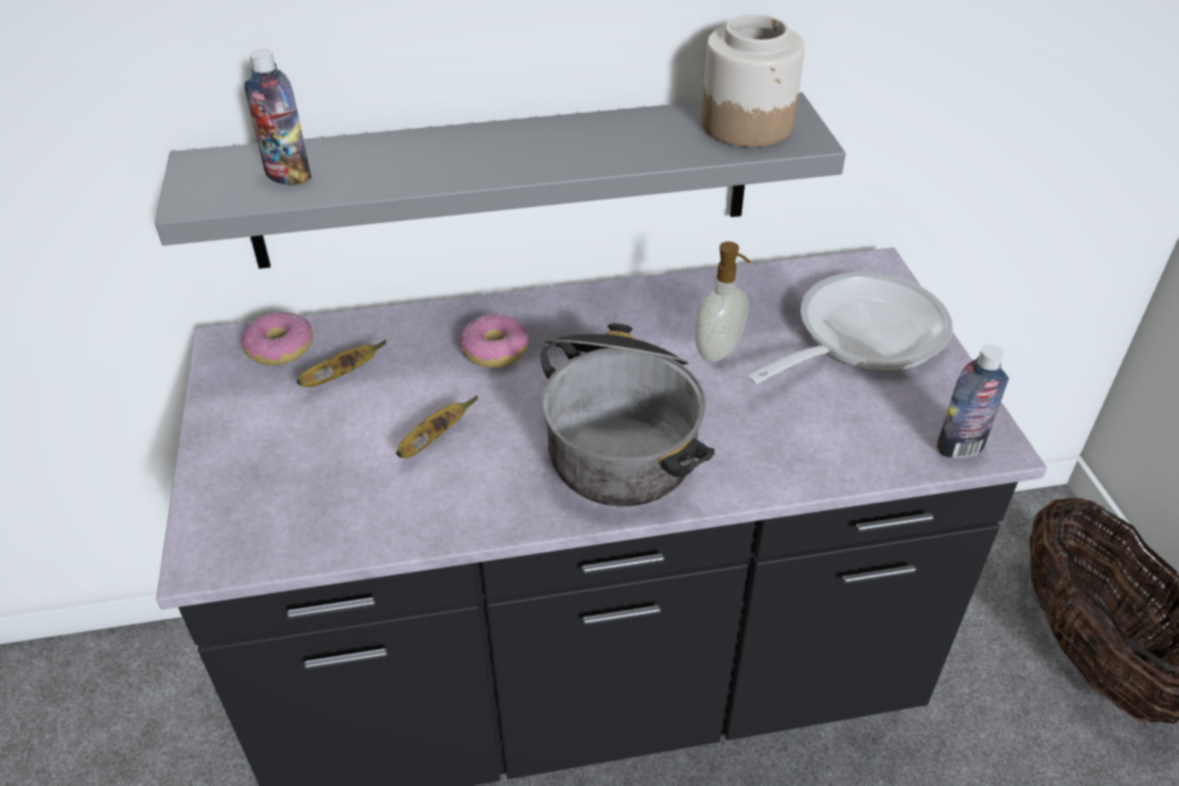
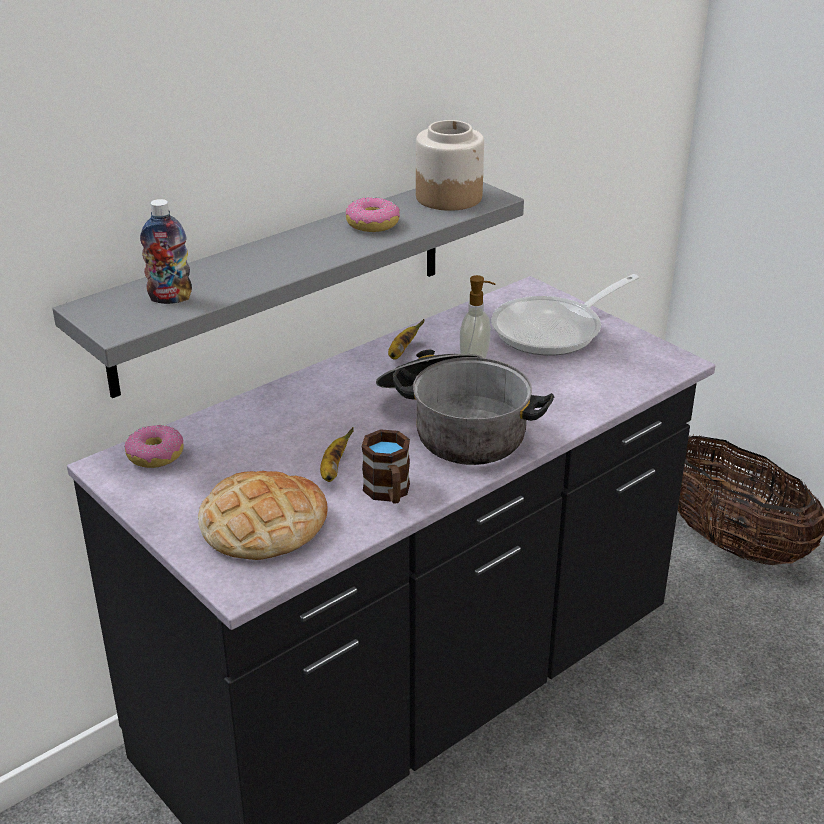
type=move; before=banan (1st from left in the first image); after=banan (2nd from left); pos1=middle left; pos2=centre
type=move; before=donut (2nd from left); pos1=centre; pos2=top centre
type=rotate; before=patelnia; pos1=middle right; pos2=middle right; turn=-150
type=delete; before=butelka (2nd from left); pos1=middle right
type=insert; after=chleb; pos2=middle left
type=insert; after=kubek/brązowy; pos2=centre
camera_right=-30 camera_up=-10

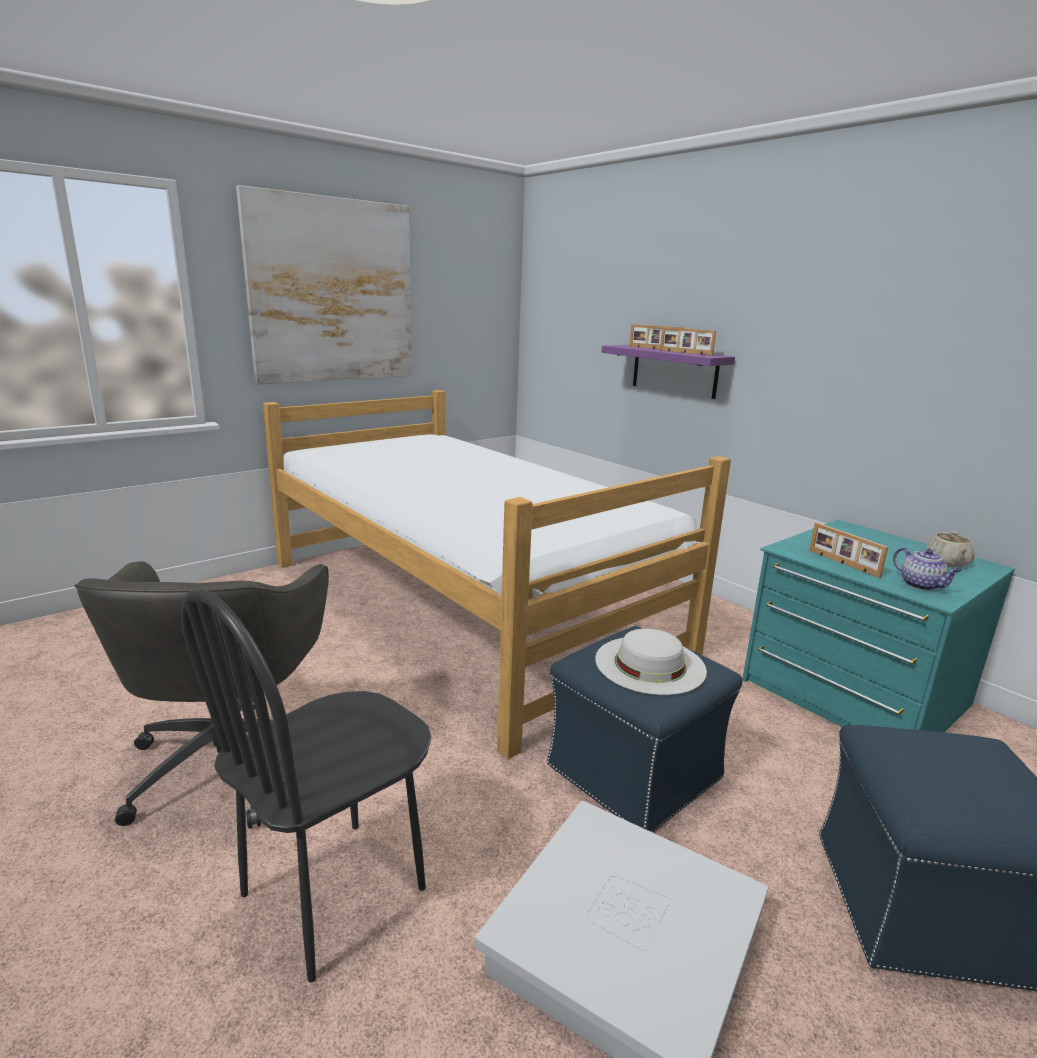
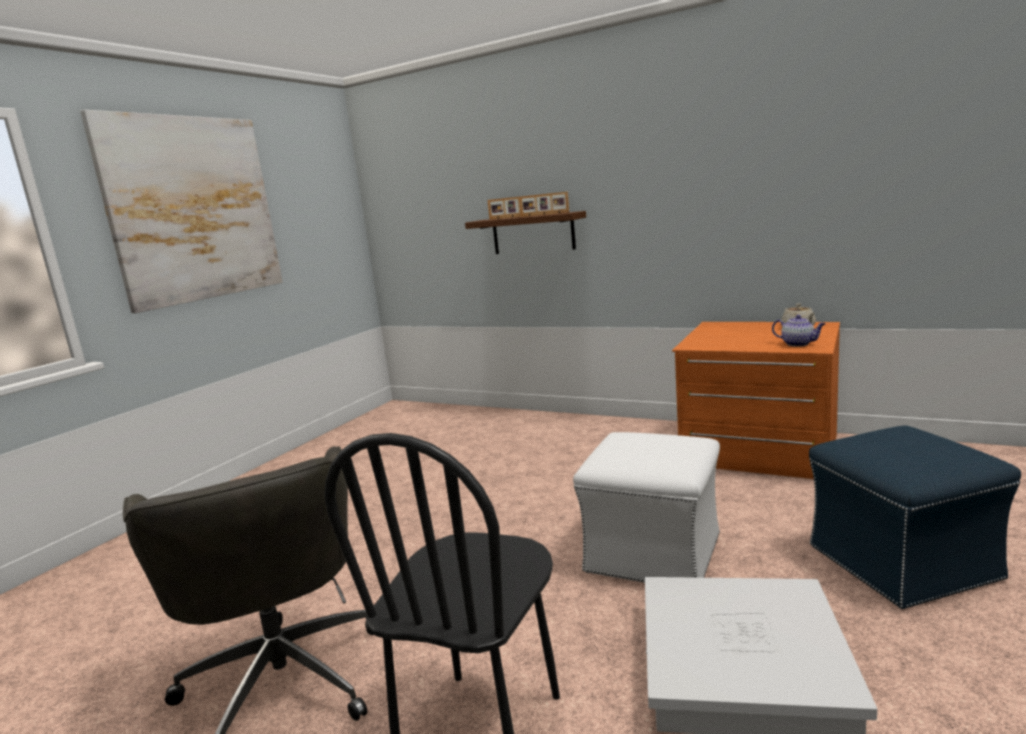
type=delete; before=łóżko; pos1=centre
type=recolor; before=pufa/niebieski (1st from left); after=pufa/biały; pos1=bottom centre; pos2=bottom centre
type=delete; before=kapelusz/biały; pos1=centre
type=recolor; before=półka/fioletowy; after=półka/brązowy; pos1=centre; pos2=top centre
type=recolor; before=komoda/turkusowy; after=komoda/pomarańczowy; pos1=middle right; pos2=middle right
type=delete; before=ramka na zdjęcie (3rd from left); pos1=middle right
camera_right=-20 camera_up=-5

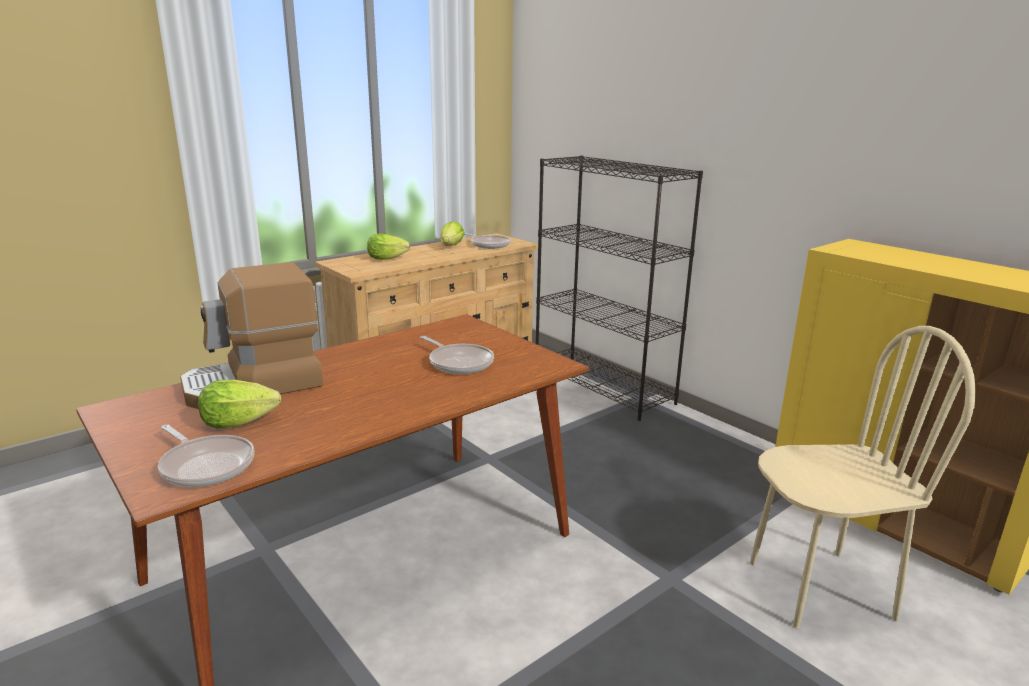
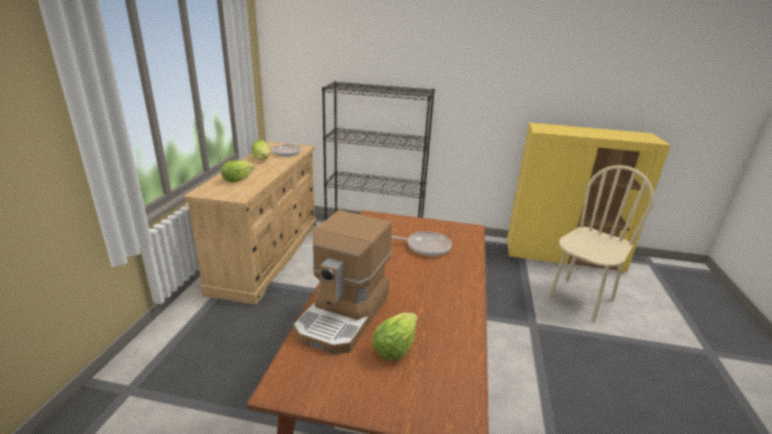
type=delete; before=patelnia (1st from left); pos1=middle left
camera_right=-40 camera_up=5

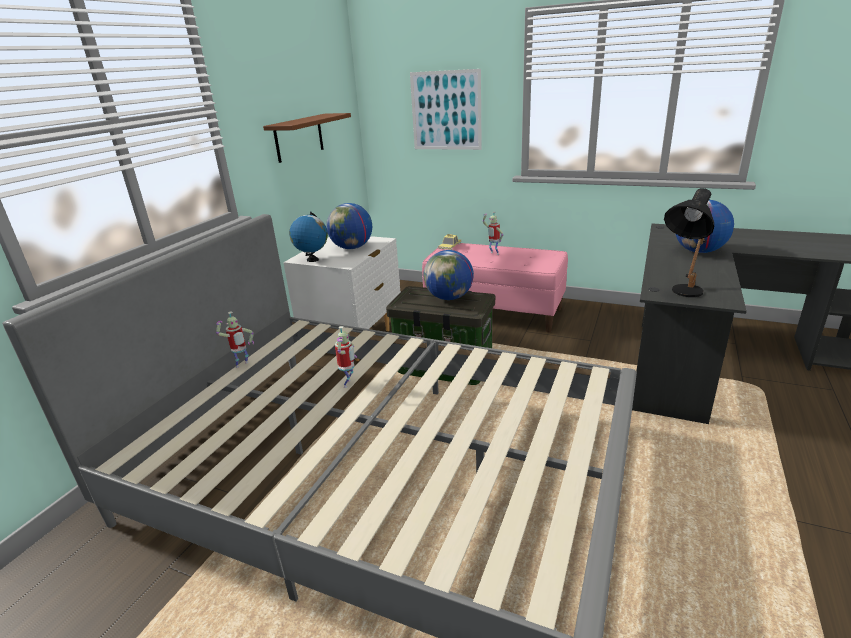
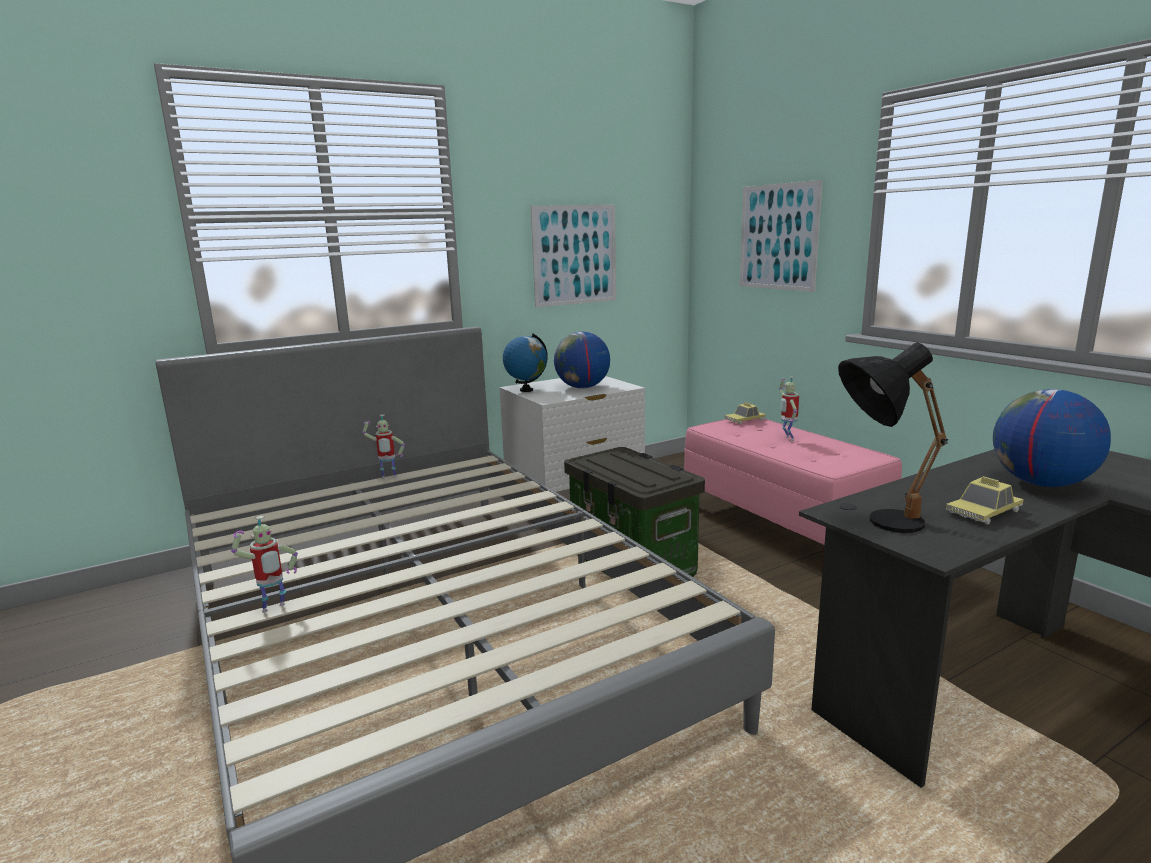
type=replace; before=półka/brązowy; after=obraz (1st from left); pos1=top centre; pos2=top centre
type=move; before=robot zabawkowy (2nd from left in the first image); after=robot zabawkowy (1st from left); pos1=centre; pos2=middle left
type=delete; before=globus (3rd from left); pos1=centre
type=insert; after=samochodzik (2nd from left); pos2=middle right
camera_right=35 camera_up=-10

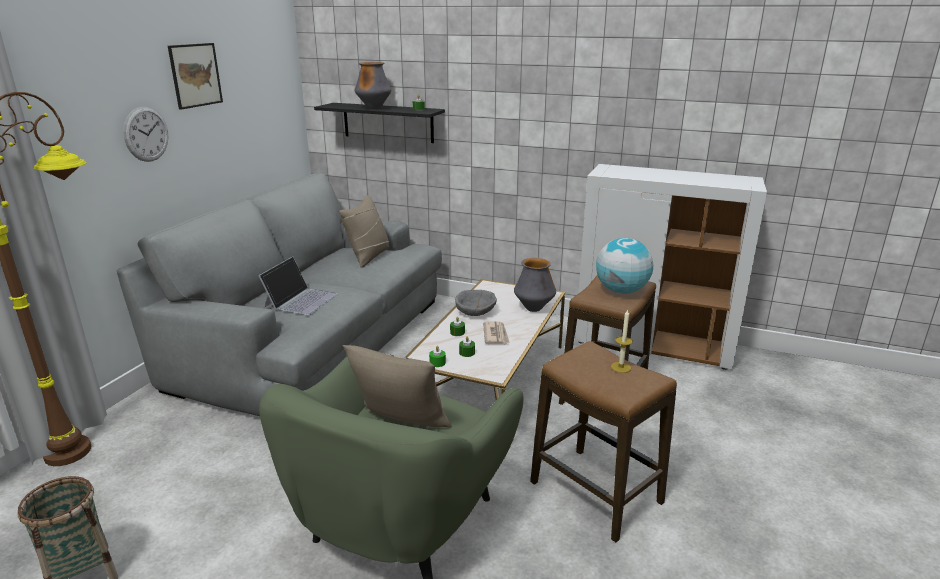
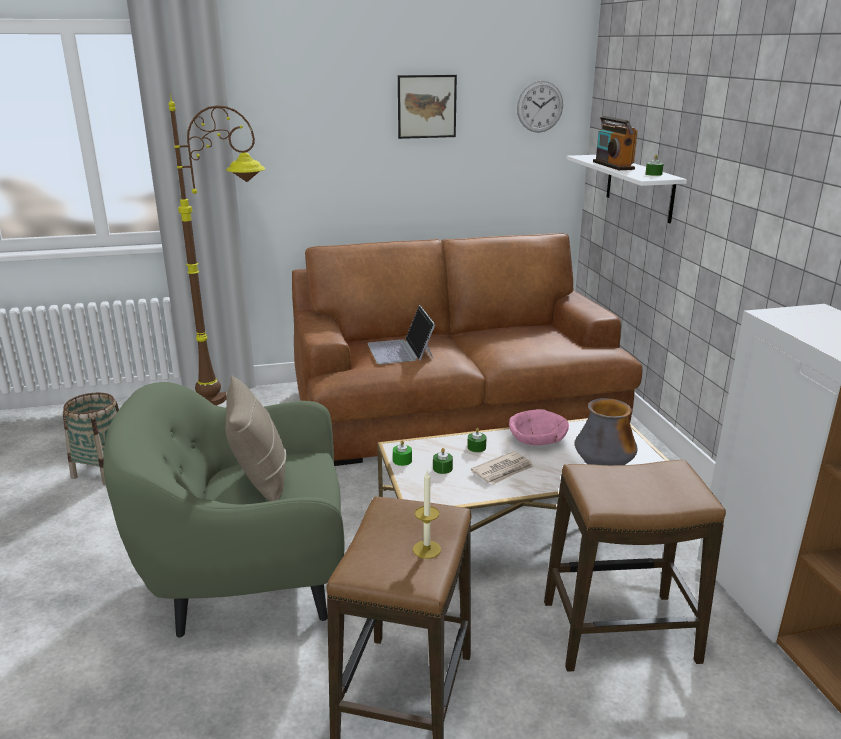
type=recolor; before=kanapa/szary; after=kanapa/brązowy; pos1=middle left; pos2=centre
type=move; before=zegar ścienny; pos1=top left; pos2=top centre
type=rotate; before=laptop; pos1=middle left; pos2=centre; turn=90
type=recolor; before=półka/czarny; after=półka/biały; pos1=top centre; pos2=top right
type=delete; before=poduszka/beżowy (1st from left); pos1=centre
type=replace; before=wazon (1st from left); after=radio; pos1=top centre; pos2=top right
type=recolor; before=miska/szary; after=miska/różowy; pos1=centre; pos2=centre
type=delete; before=globus; pos1=centre
camera_right=55 camera_up=0

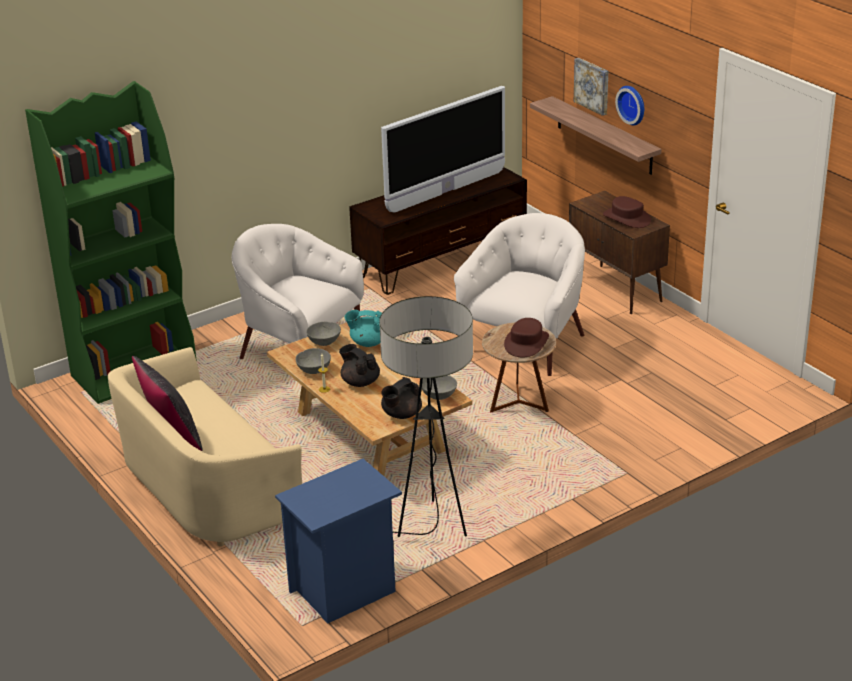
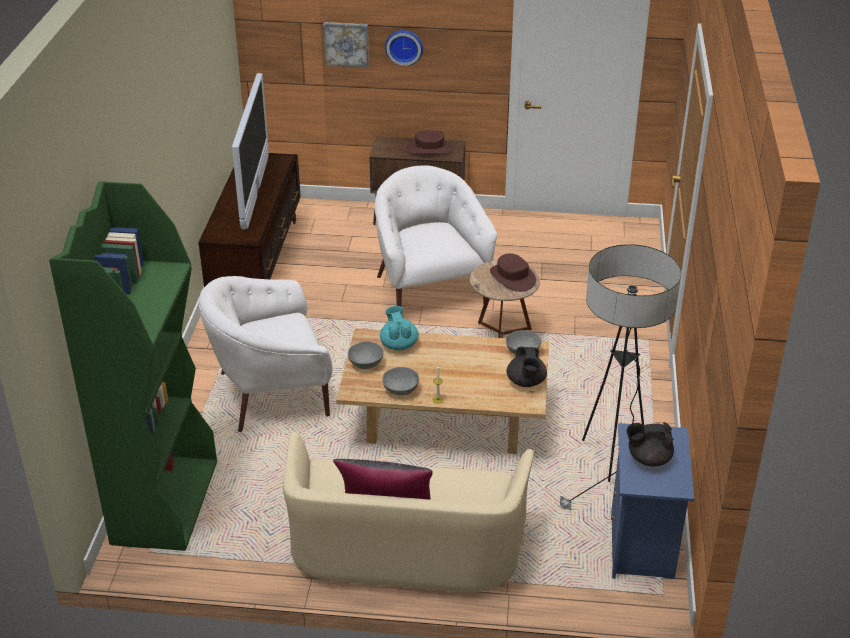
type=move; before=imbryk/czarny (1st from left in the first image); after=imbryk/czarny (2nd from left); pos1=centre; pos2=bottom right
type=rotate; before=imbryk/turkusowy; pos1=centre; pos2=centre; turn=120
type=delete; before=półka; pos1=top right
camera_right=-50 camera_up=5

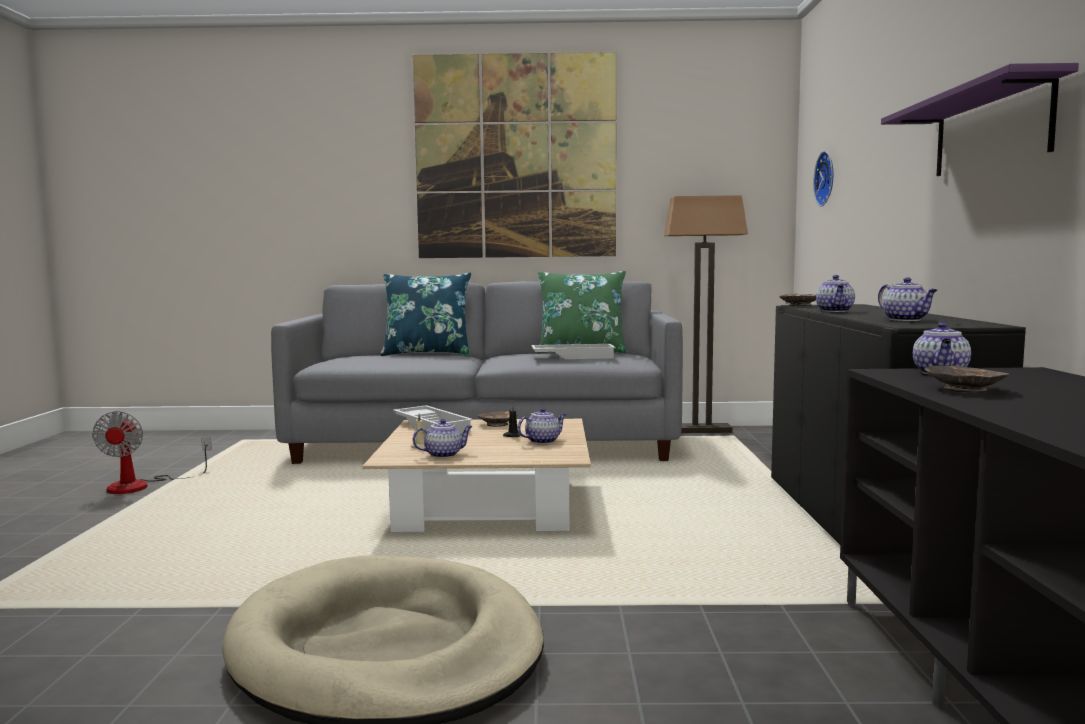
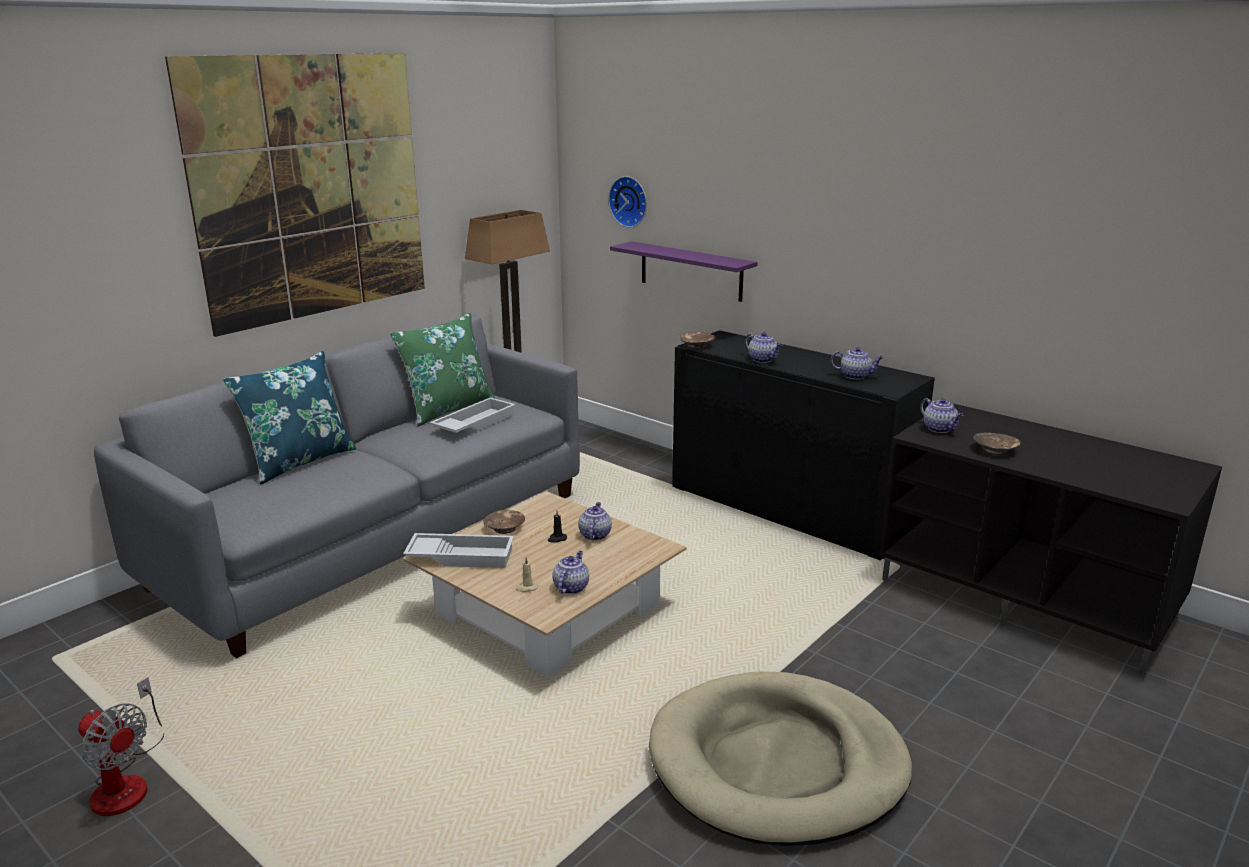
type=move; before=półka/fioletowy; pos1=top right; pos2=top centre
camera_right=-50 camera_up=15

